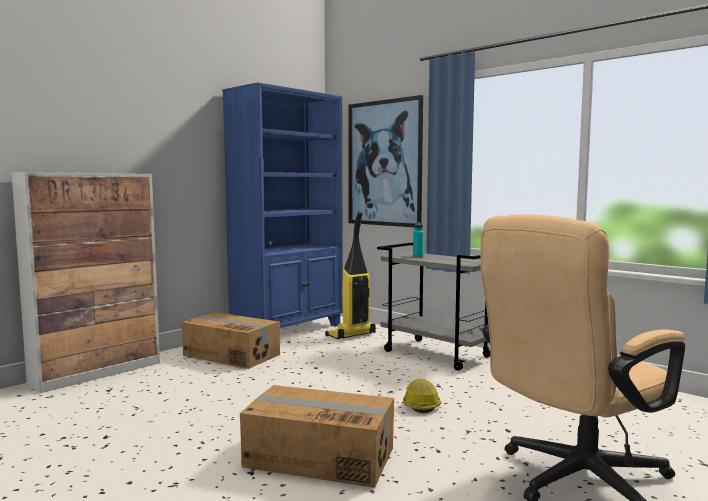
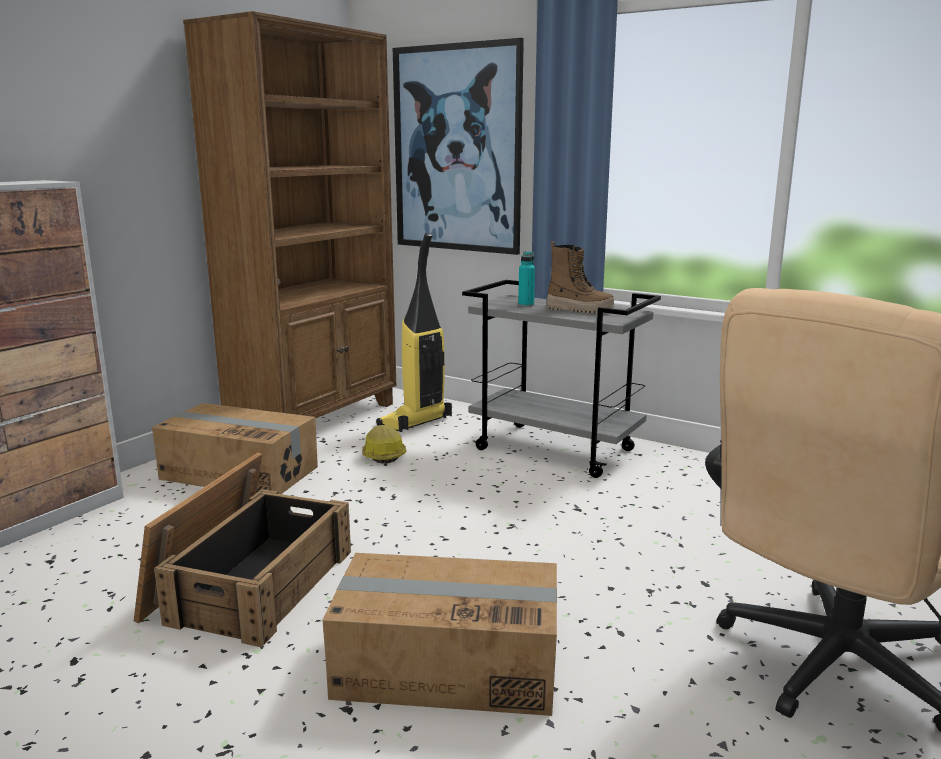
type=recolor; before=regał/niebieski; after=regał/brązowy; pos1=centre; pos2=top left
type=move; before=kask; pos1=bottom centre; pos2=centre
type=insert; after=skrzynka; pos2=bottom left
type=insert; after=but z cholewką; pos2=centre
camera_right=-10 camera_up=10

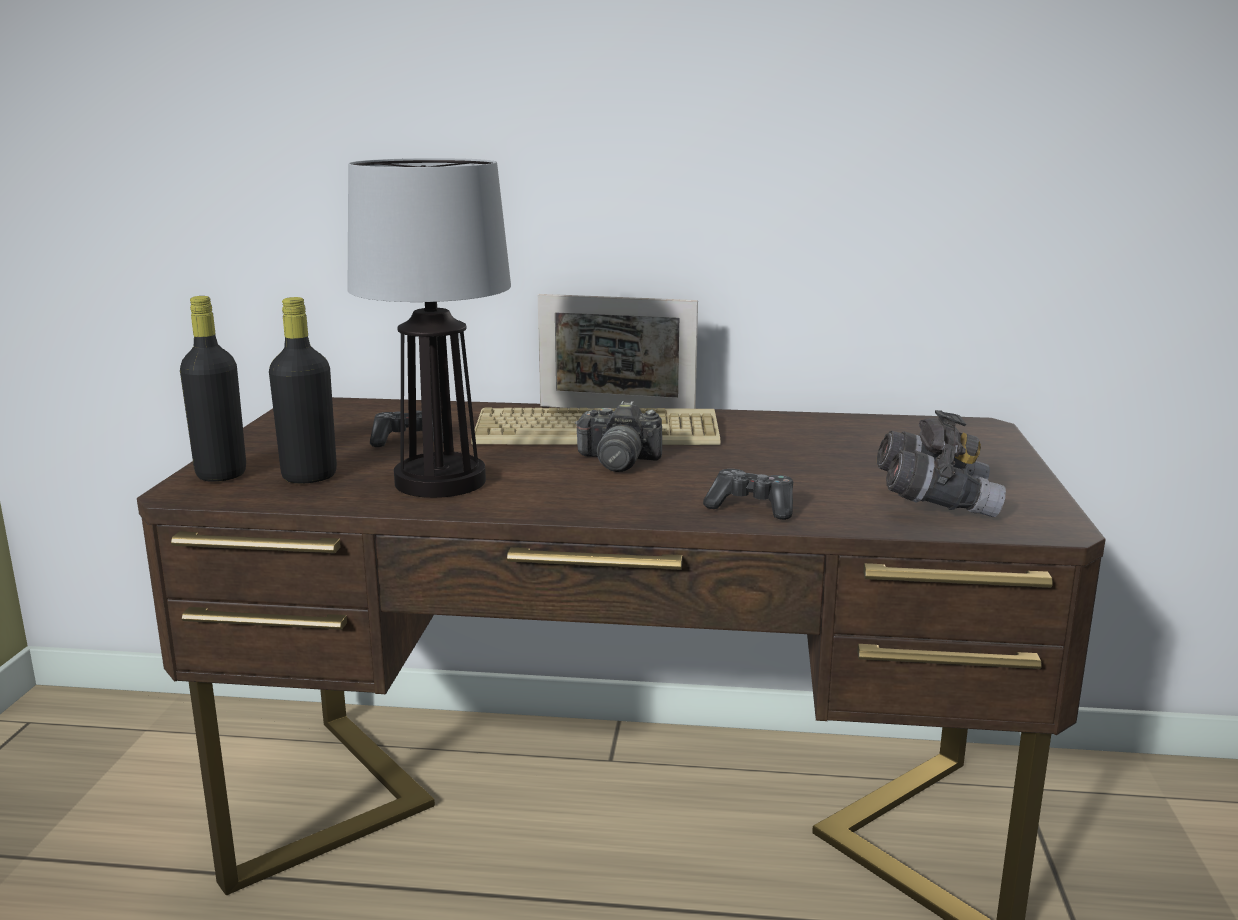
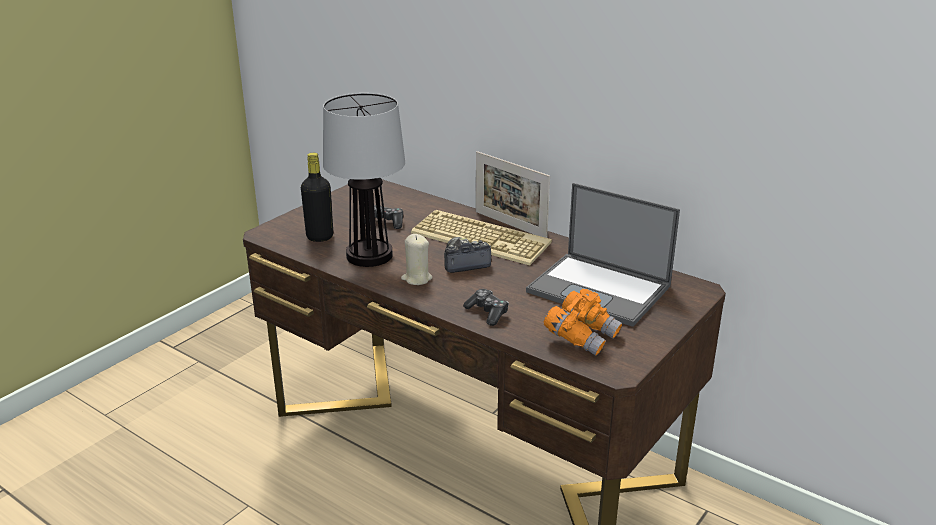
type=delete; before=butelka/czarny (1st from left); pos1=middle left
type=rotate; before=aparat fotograficzny; pos1=centre; pos2=centre; turn=120
type=recolor; before=lornetka/szary; after=lornetka/pomarańczowy; pos1=middle right; pos2=centre
type=insert; after=świeca/beżowy; pos2=centre
type=insert; after=laptop; pos2=centre
camera_right=30 camera_up=10

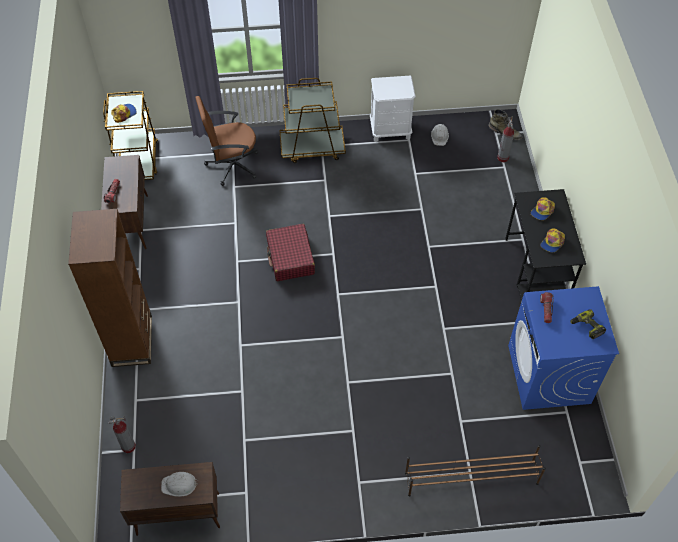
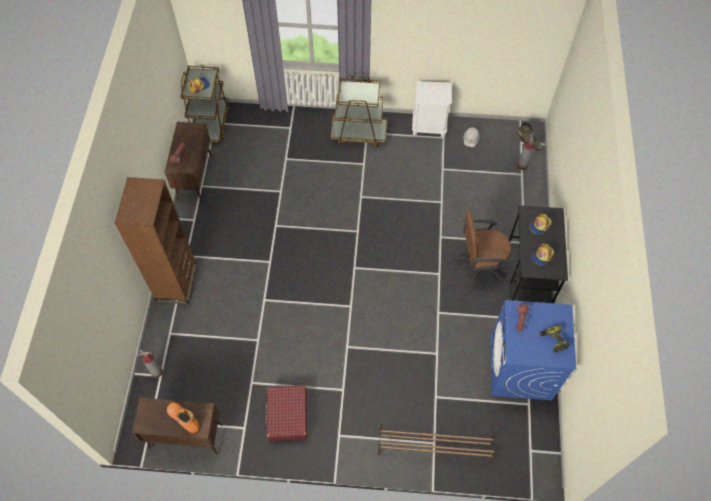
type=replace; before=kask/biały (1st from left); after=but z cholewką/pomarańczowy; pos1=bottom left; pos2=bottom left
type=move; before=krzesło biurowe/brązowy; pos1=top centre; pos2=middle right
type=move; before=walizka/czerwony; pos1=centre; pos2=bottom centre
camera_right=10 camera_up=5

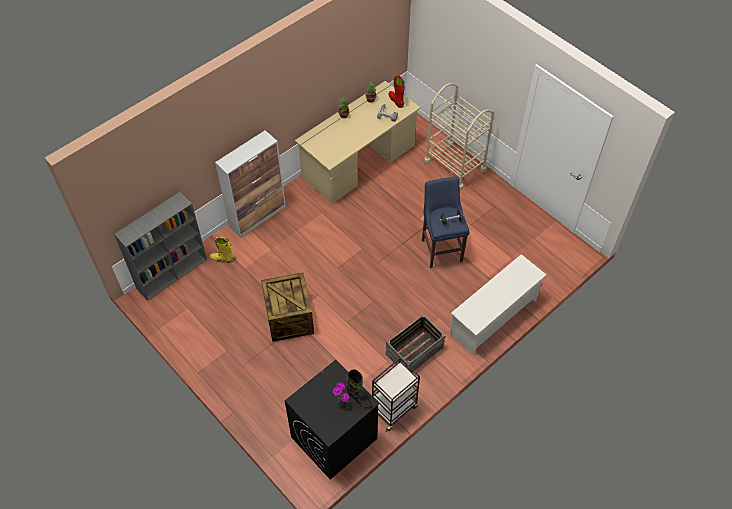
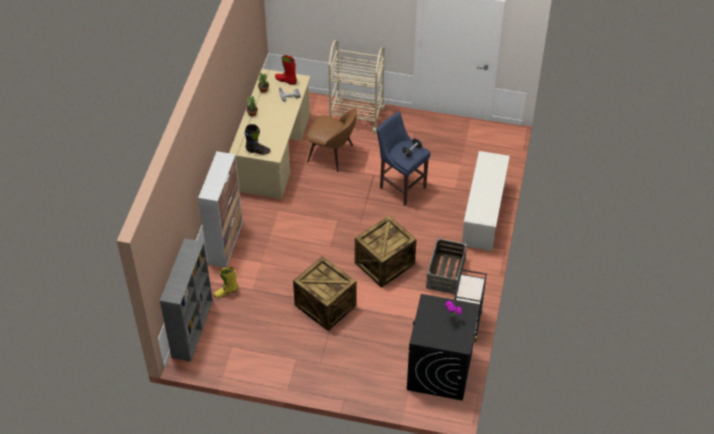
type=move; before=but z cholewką/czarny; pos1=bottom centre; pos2=top centre
type=insert; after=krzesło/brązowy; pos2=top centre
type=insert; after=skrzynka (2nd from left); pos2=centre
camera_right=-35 camera_up=-5

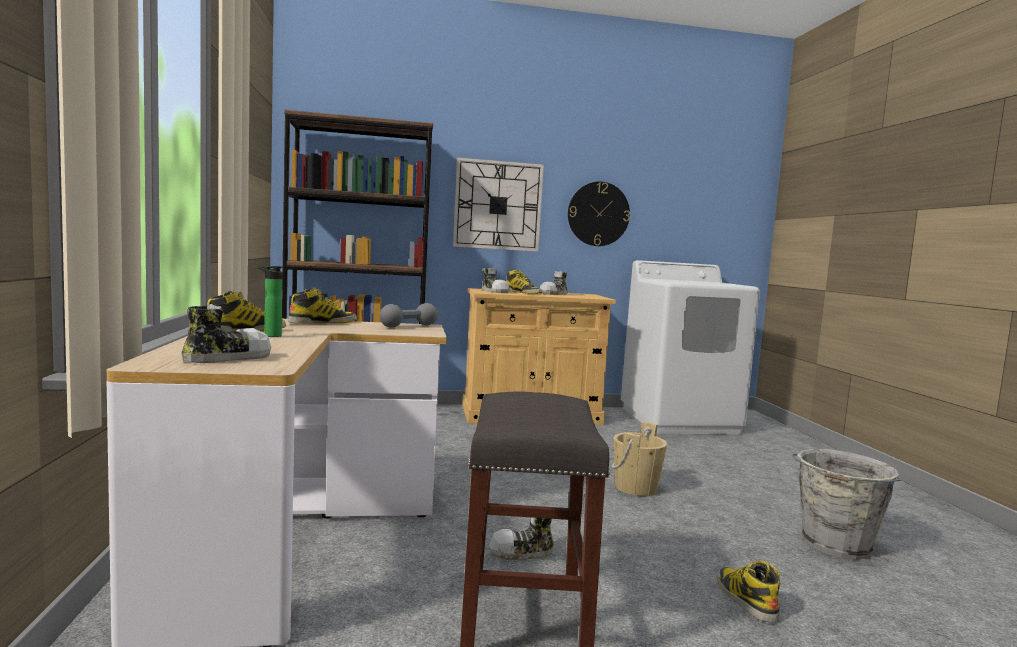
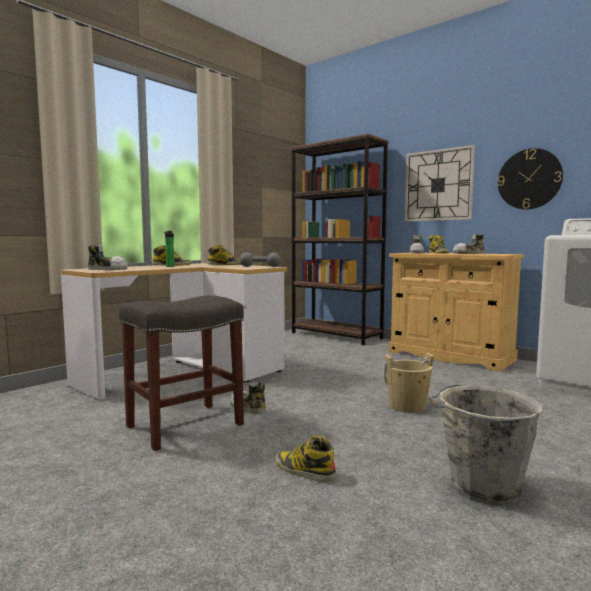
type=rotate; before=but z cholewką (4th from left in the first image); pos1=bottom right; pos2=bottom centre; turn=-90
camera_right=50 camera_up=0

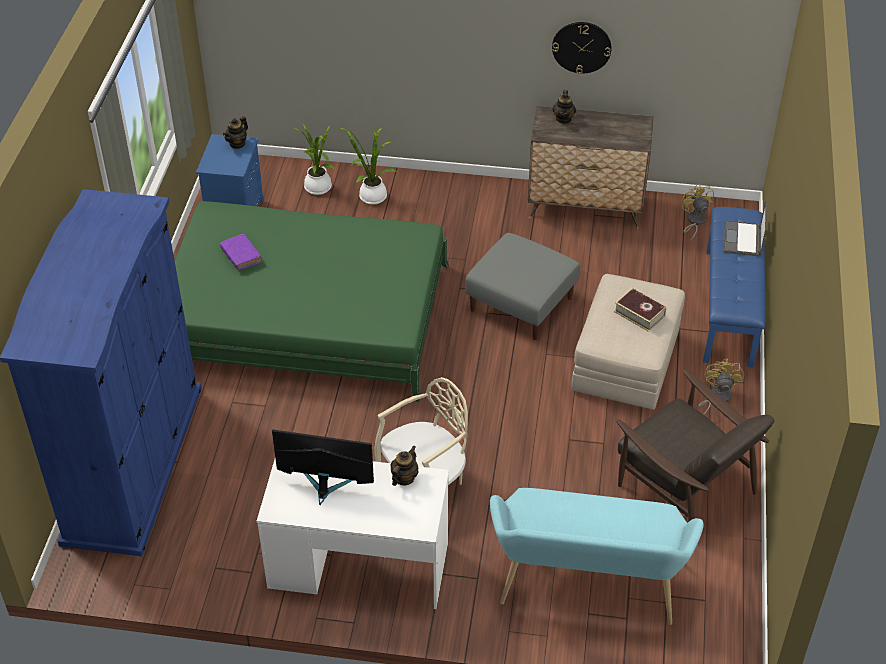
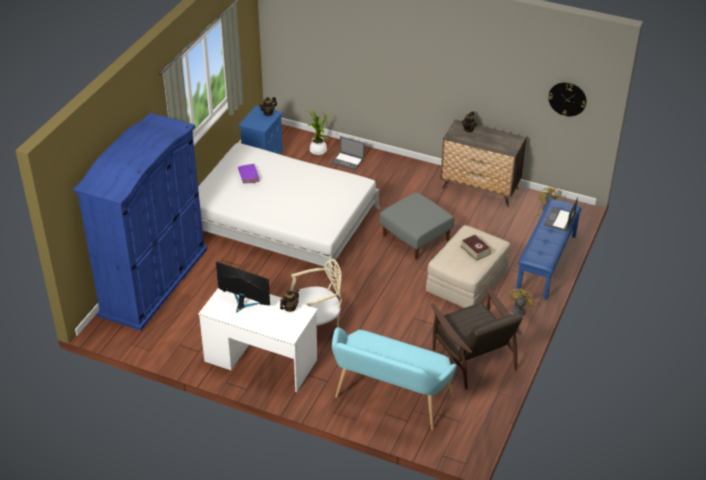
type=recolor; before=łóżko/zielony; after=łóżko/biały; pos1=centre; pos2=centre
type=replace; before=roślina doniczkowa (2nd from left); after=laptop (1st from left); pos1=top centre; pos2=top centre
type=move; before=zegar ścienny; pos1=top centre; pos2=top right
camera_right=15 camera_up=-5

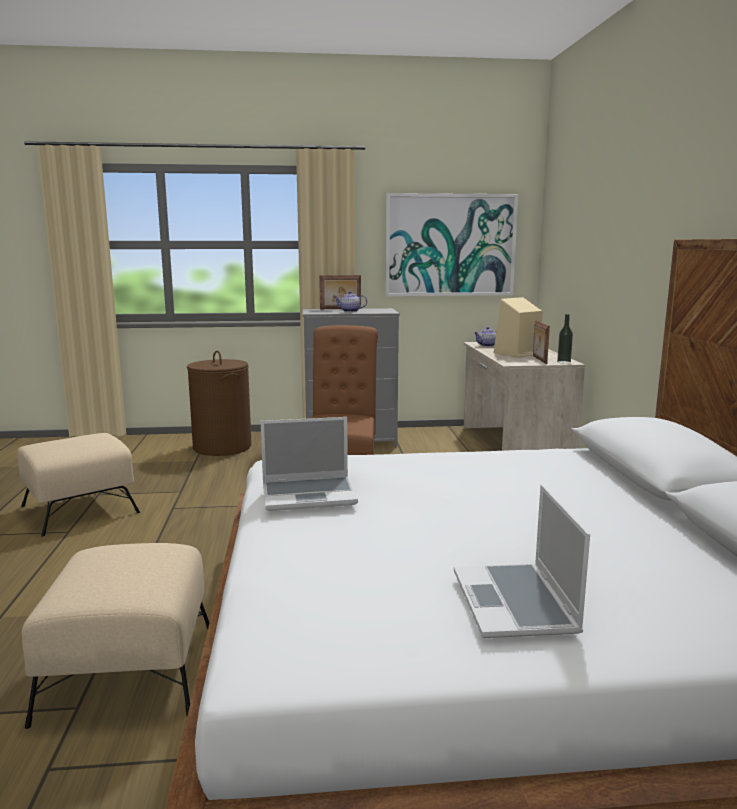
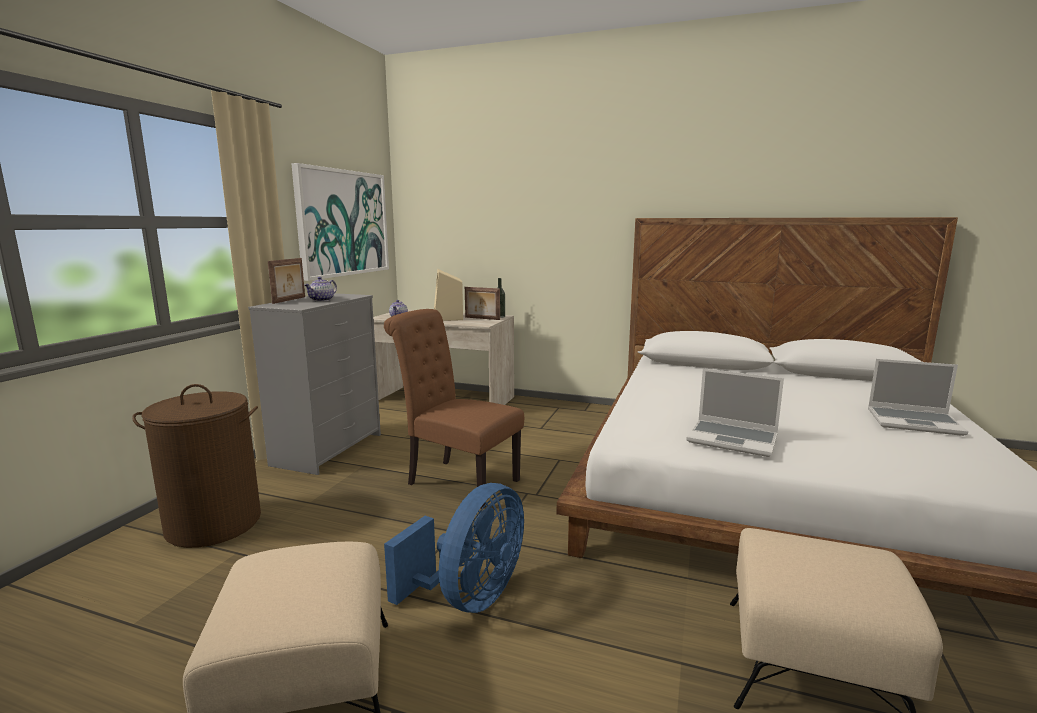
type=rotate; before=laptop (1st from left); pos1=centre; pos2=middle right; turn=105
type=insert; after=wentylator/niebieski; pos2=bottom centre
camera_right=-65 camera_up=0

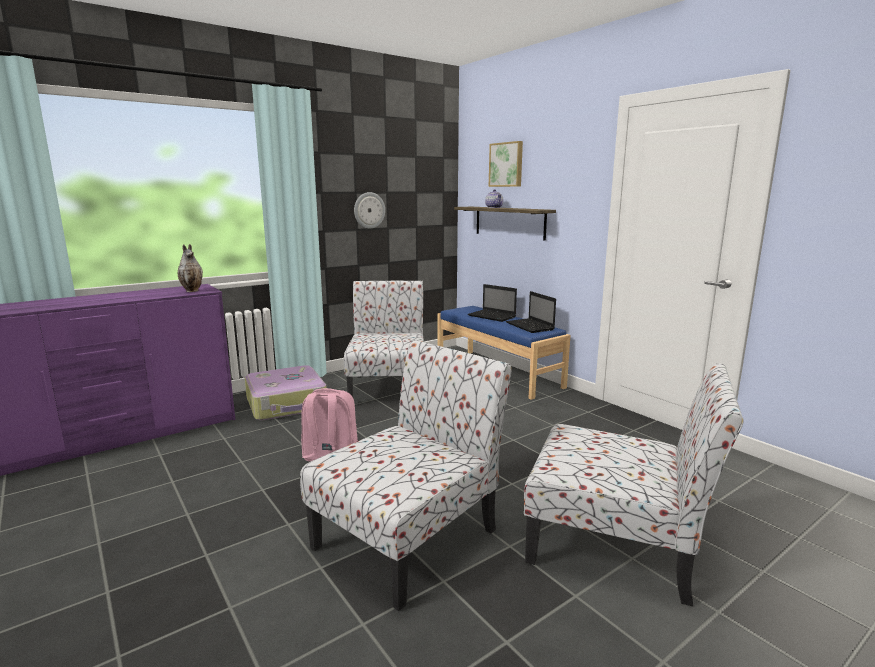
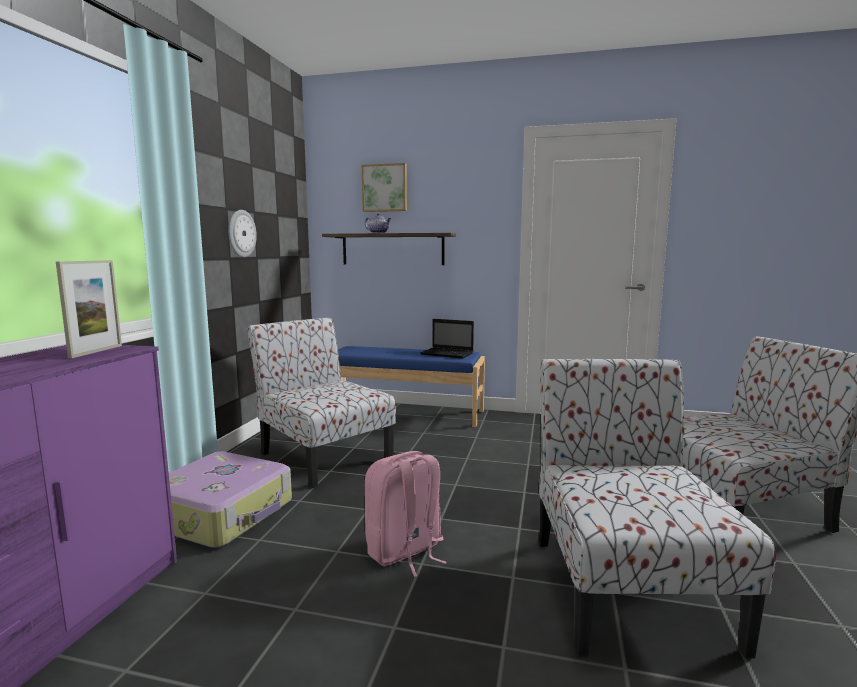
type=replace; before=wazon; after=ramka na zdjęcie; pos1=middle left; pos2=middle left
type=delete; before=laptop (1st from left); pos1=centre
camera_right=-40 camera_up=-5

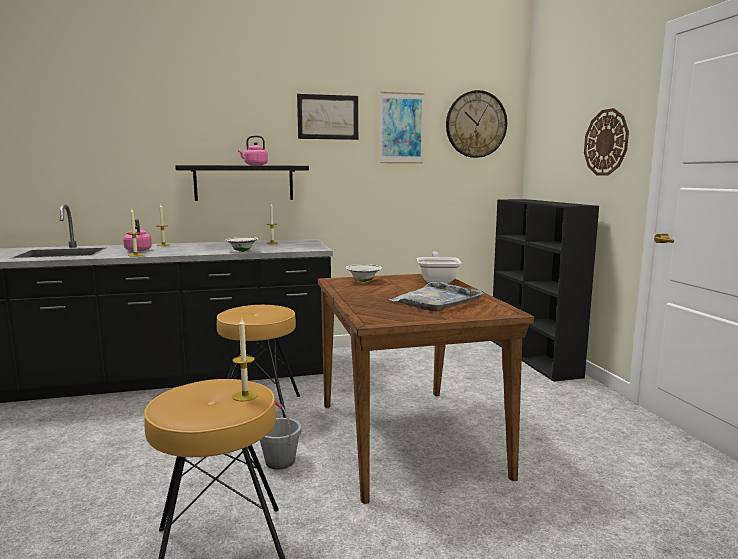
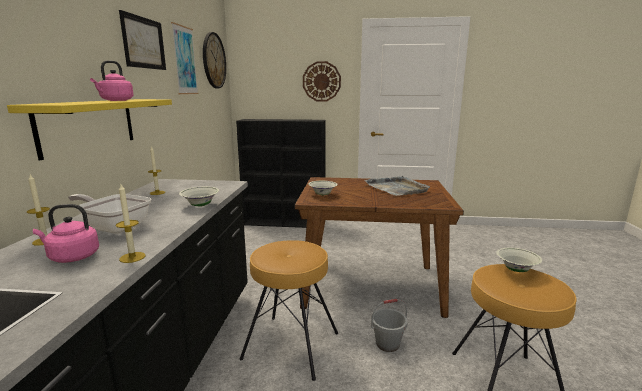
type=recolor; before=półka/czarny; after=półka/żółty; pos1=top left; pos2=top left
type=replace; before=świeca (3rd from left); after=miska/biały (3rd from left); pos1=middle left; pos2=middle right
type=move; before=patelnia; pos1=centre; pos2=middle left
camera_right=-70 camera_up=5

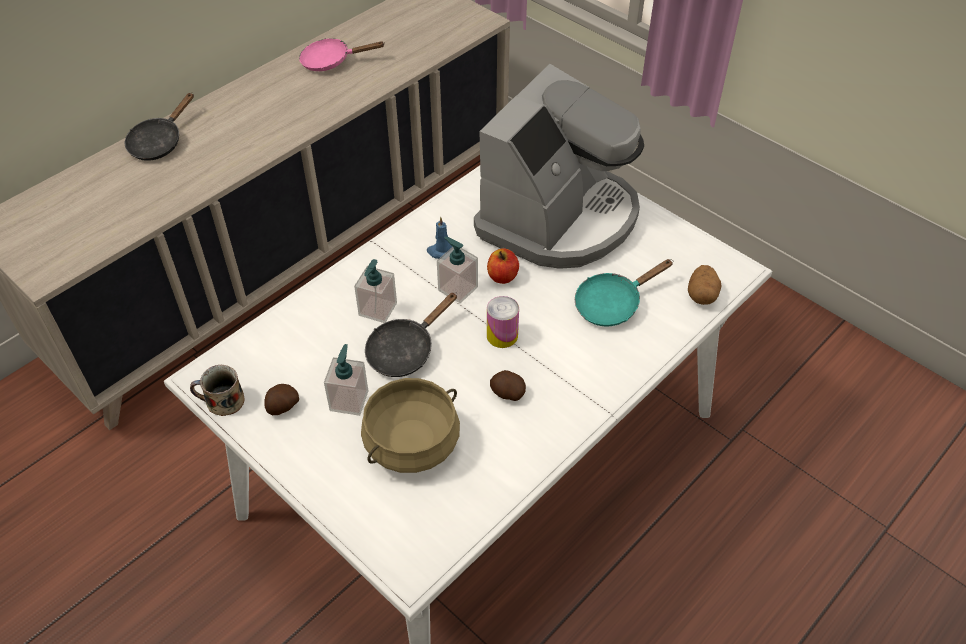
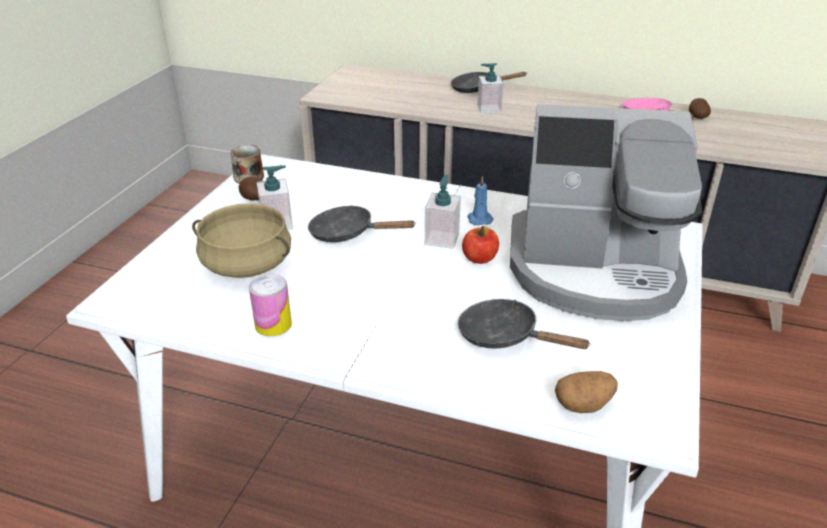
type=move; before=dozownik mydła (2nd from left in the first image); after=dozownik mydła (3rd from left); pos1=centre; pos2=top centre
type=move; before=puszka; pos1=centre; pos2=middle left
type=move; before=ziemniak (2nd from left in the first image); after=ziemniak (3rd from left); pos1=centre; pos2=top right
type=recolor; before=patelnia/turkusowy; after=patelnia/czarny (3rd from left); pos1=centre; pos2=centre
camera_right=65 camera_up=-15

